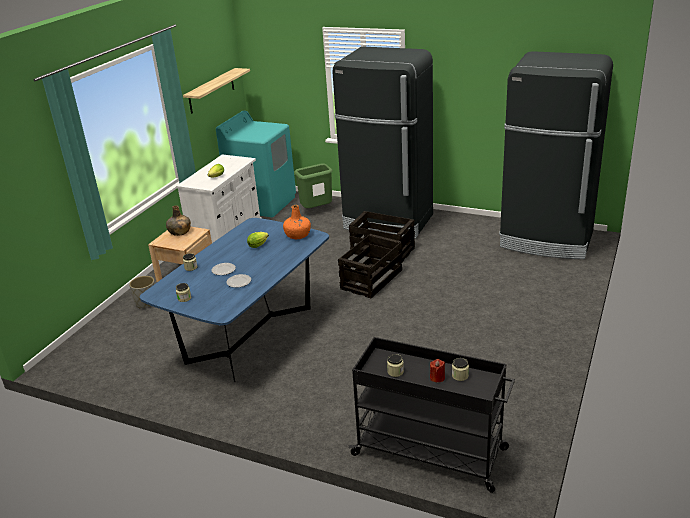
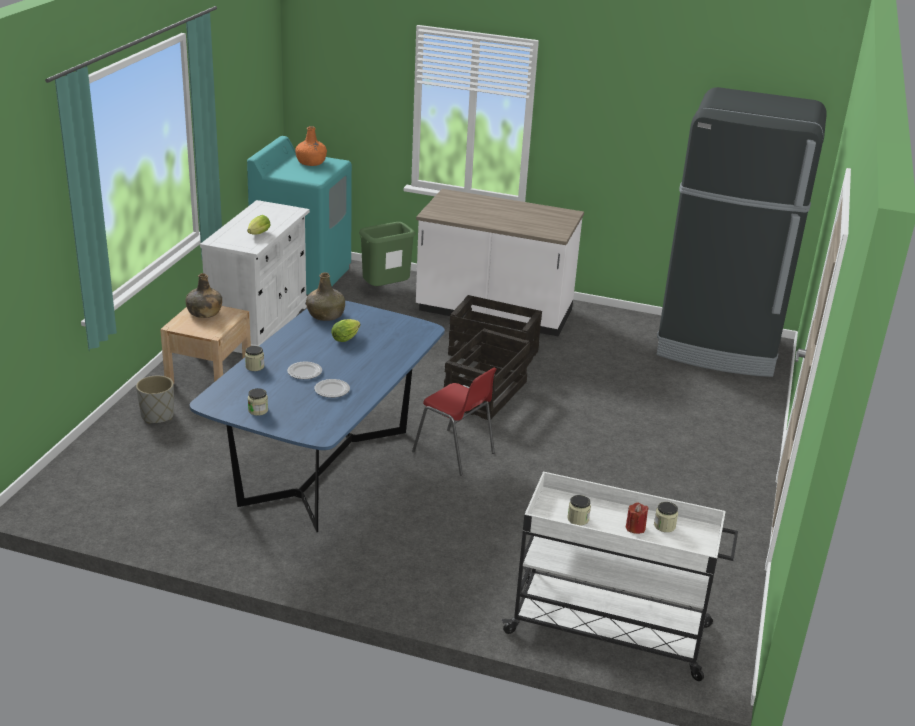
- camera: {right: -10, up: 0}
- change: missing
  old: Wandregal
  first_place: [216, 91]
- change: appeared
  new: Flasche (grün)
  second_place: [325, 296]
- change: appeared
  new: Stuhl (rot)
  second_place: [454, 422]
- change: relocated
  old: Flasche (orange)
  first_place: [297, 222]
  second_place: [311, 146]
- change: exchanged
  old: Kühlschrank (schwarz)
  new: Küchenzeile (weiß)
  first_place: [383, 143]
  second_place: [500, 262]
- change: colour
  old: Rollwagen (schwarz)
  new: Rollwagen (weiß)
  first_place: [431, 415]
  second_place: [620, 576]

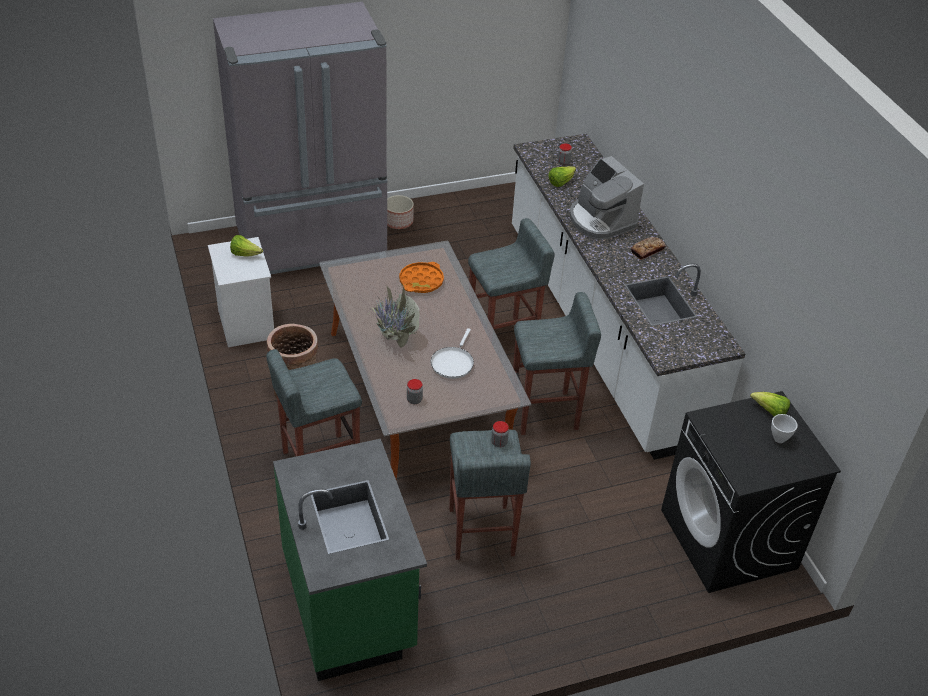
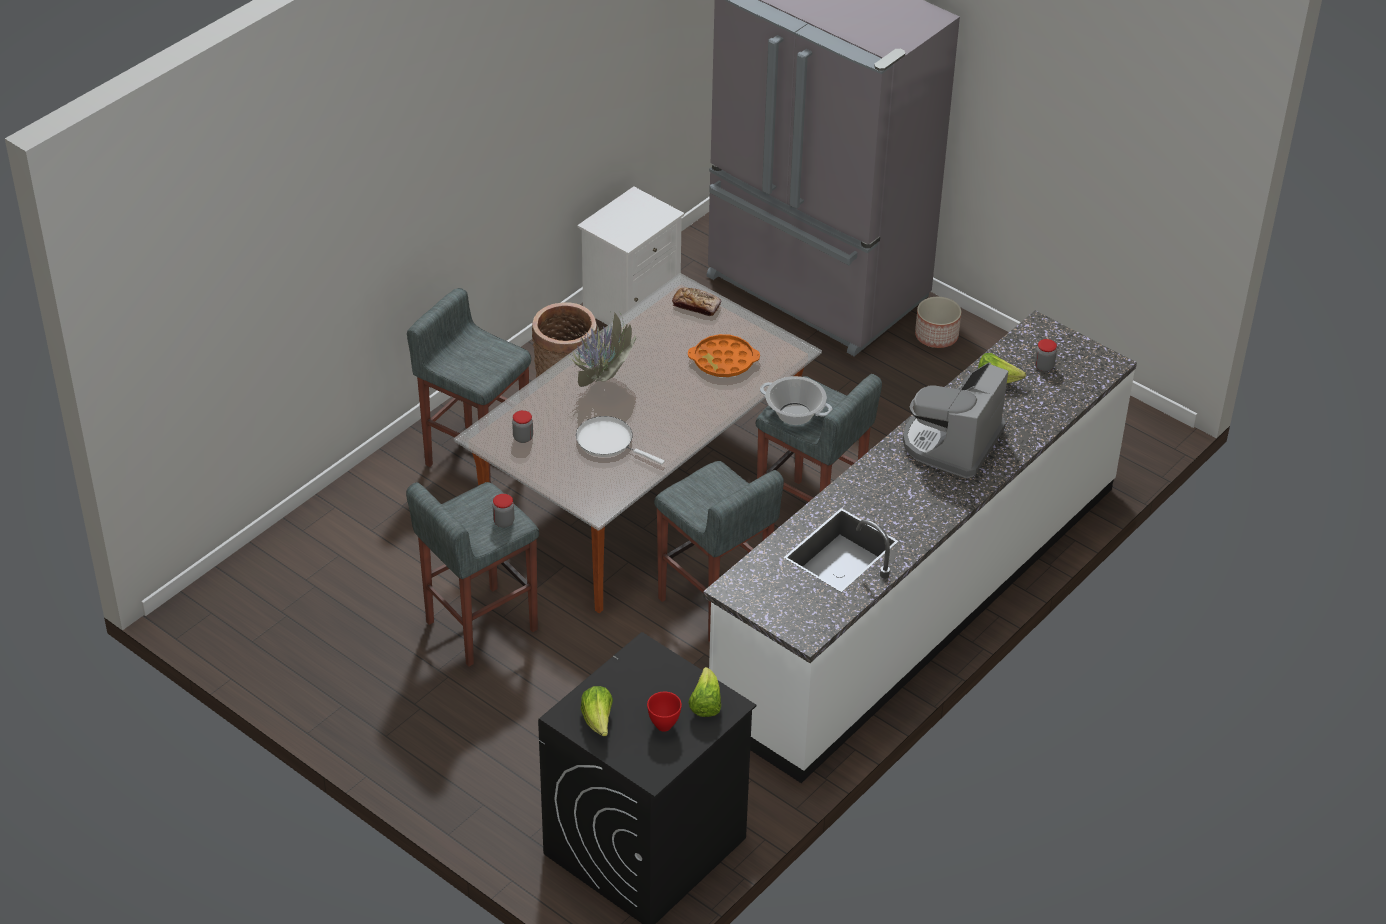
- camera: {right: 60, up: 0}
- change: missing
  old: Küchenzeile (grün)
  first_place: [350, 560]
- change: appeared
  new: Kochtopf
  second_place: [796, 400]
- change: relocated
  old: Salatkopf
  first_place: [246, 245]
  second_place: [597, 711]
- change: relocated
  old: Brot
  first_place: [648, 248]
  second_place: [696, 301]
- change: colour
  old: Schüssel (weiß)
  new: Schüssel (rot)
  first_place: [784, 428]
  second_place: [664, 712]
- change: spun
  old: Pfanne (weiß)
  first_place: [452, 353]
  second_place: [620, 440]
  degrees: 45

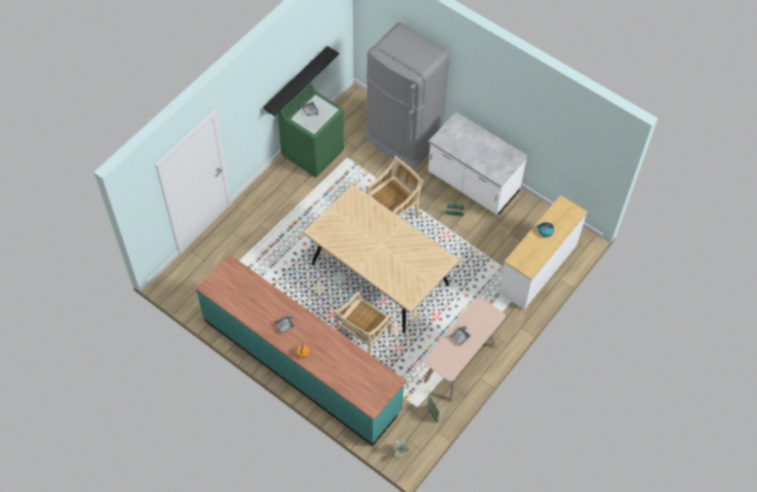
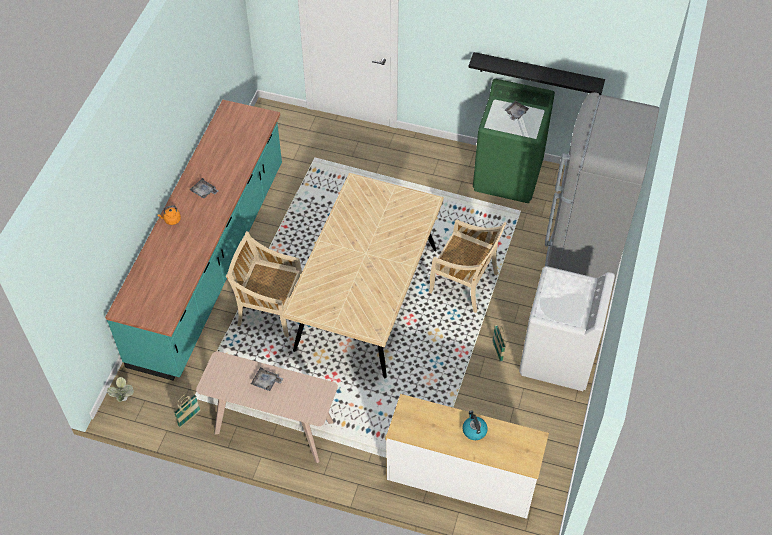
- camera: {right: 70, up: -5}
- change: exchanged
  old: Küchenzeile (weiß)
  new: Waschmaschine (weiß)
  first_place: [478, 163]
  second_place: [567, 328]

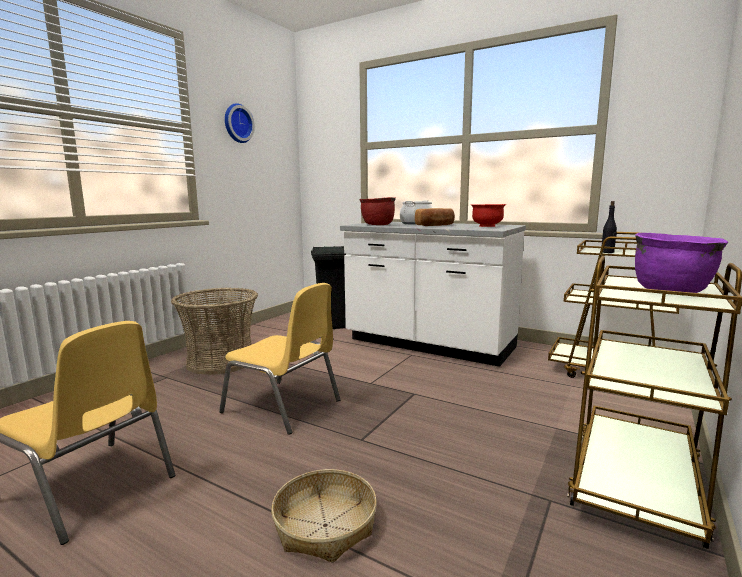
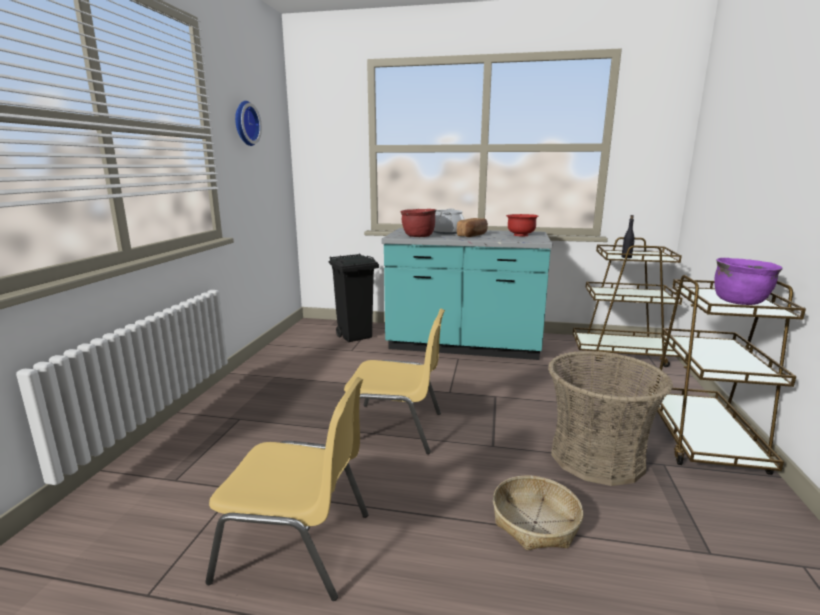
- camera: {right: -20, up: 5}
- change: relocated
  old: Korb
  first_place: [214, 331]
  second_place: [610, 418]
- change: colour
  old: Küchenzeile (weiß)
  new: Küchenzeile (türkis)
  first_place: [433, 294]
  second_place: [466, 294]

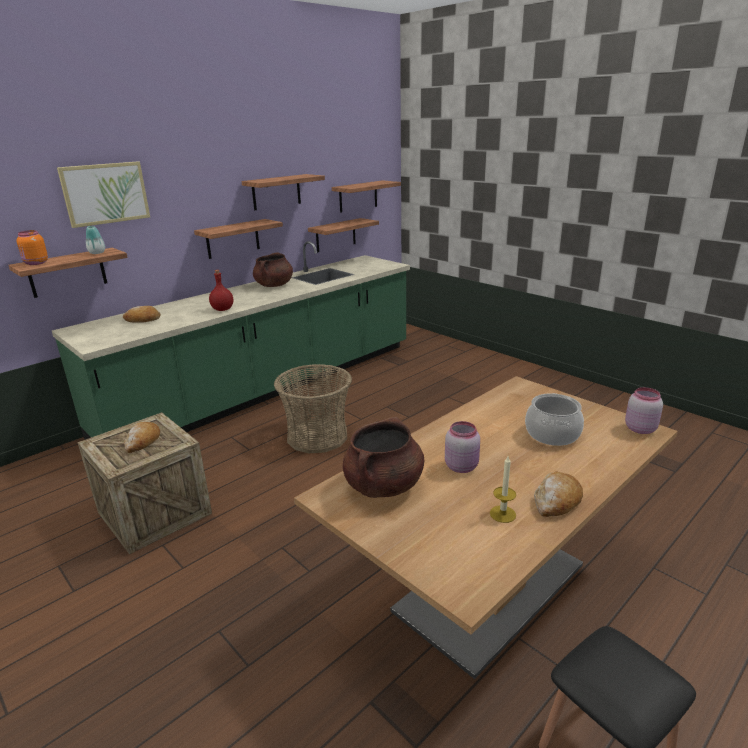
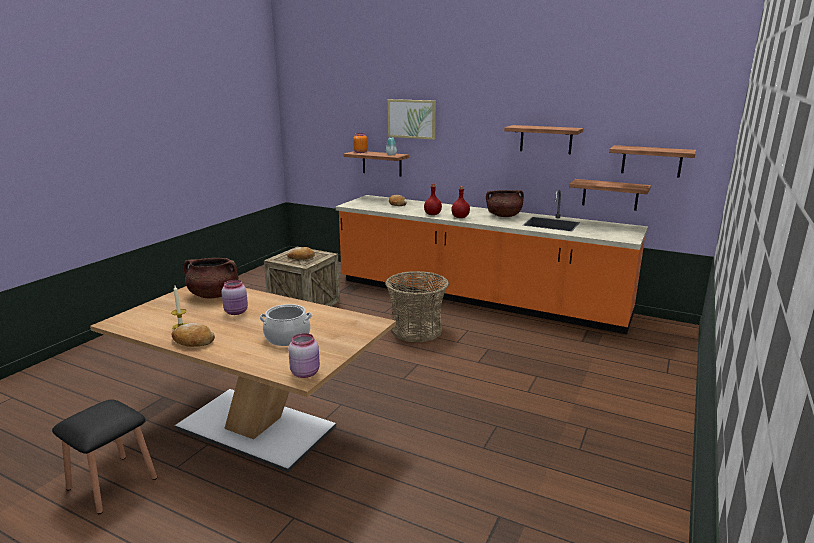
- camera: {right: 70, up: -5}
- change: missing
  old: Wandregal
  first_place: [238, 239]
- change: appeared
  new: Flasche (rot)
  second_place: [460, 202]
- change: colour
  old: Küchenzeile (grün)
  new: Küchenzeile (orange)
  first_place: [231, 340]
  second_place: [492, 262]

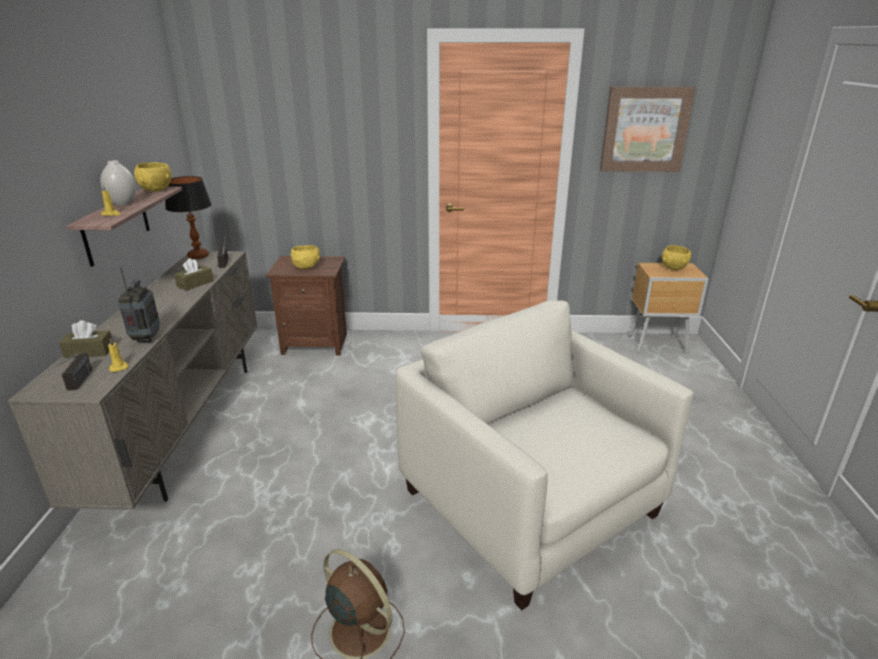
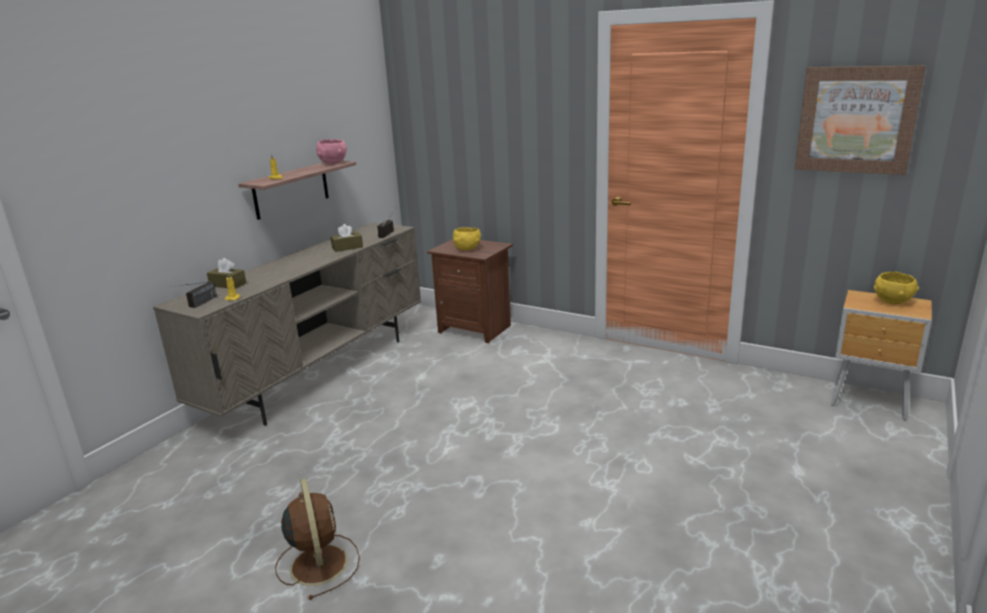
- camera: {right: 30, up: -5}
- change: missing
  old: Vase (weiß)
  first_place: [118, 183]
- change: missing
  old: Radio
  first_place: [139, 305]
- change: missing
  old: Tischlampe
  first_place: [188, 217]
- change: missing
  old: Sessel (beige)
  first_place: [544, 455]
- change: colour
  old: Schüssel (gelb)
  new: Schüssel (rosa)
  first_place: [153, 176]
  second_place: [331, 151]

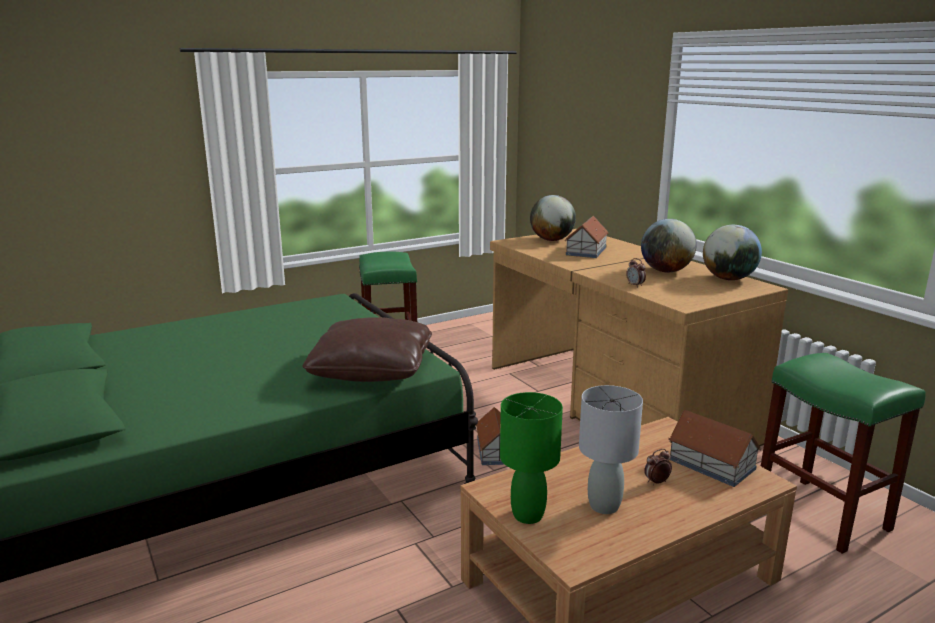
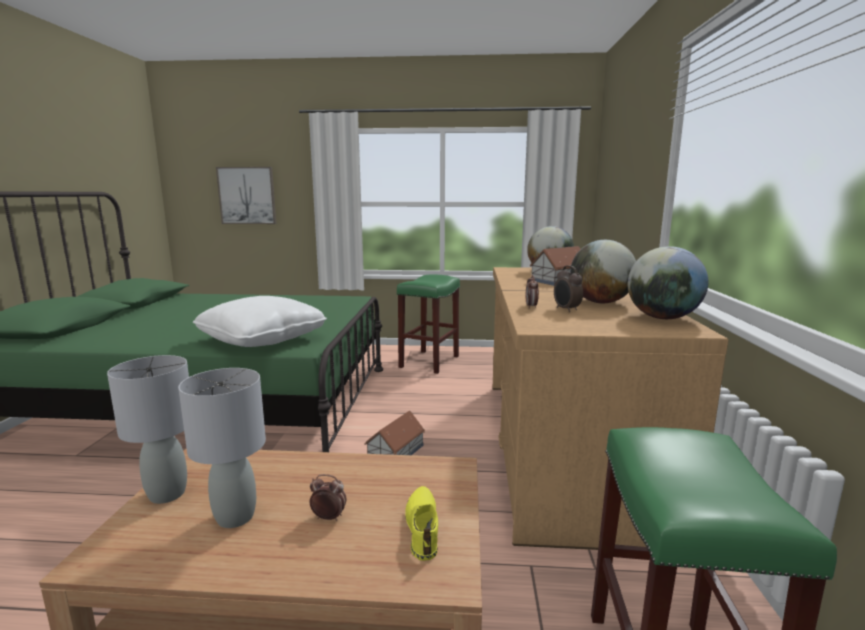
- camera: {right: 35, up: -5}
- change: appeared
  new: Bild
  second_place: [246, 195]
- change: appeared
  new: Wecker
  second_place: [568, 288]
- change: exchanged
  old: Spielzeughaus
  new: Schuh (gelb)
  first_place: [715, 448]
  second_place: [421, 523]
- change: colour
  old: Kissen (braun)
  new: Kissen (weiß)
  first_place: [367, 349]
  second_place: [260, 321]
- change: colour
  old: Tischlampe (grün)
  new: Tischlampe (grau)
  first_place: [531, 458]
  second_place: [148, 429]

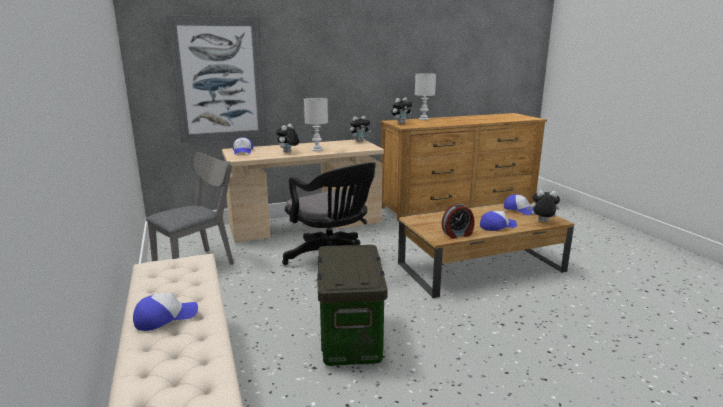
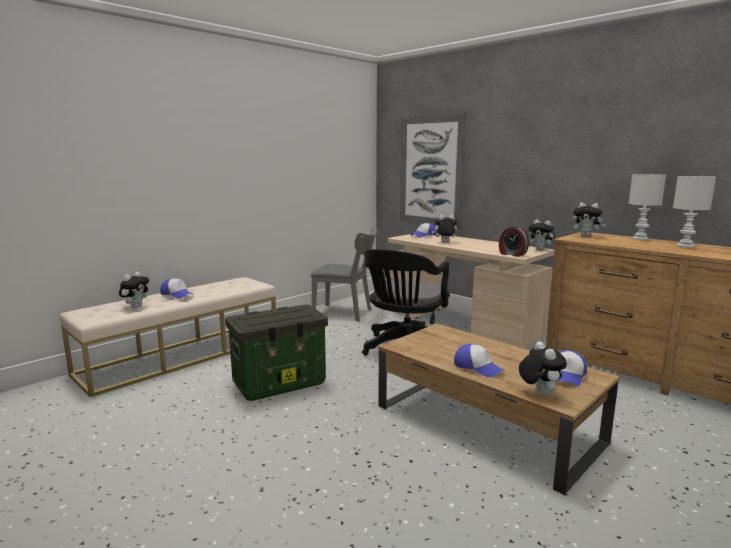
- camera: {right: 65, up: -5}
- change: appeared
  new: Plüschtier
  second_place: [134, 290]
- change: relocated
  old: Tischlampe (weiß)
  first_place: [316, 124]
  second_place: [694, 212]
- change: relocated
  old: Wecker
  first_place: [458, 221]
  second_place: [514, 241]

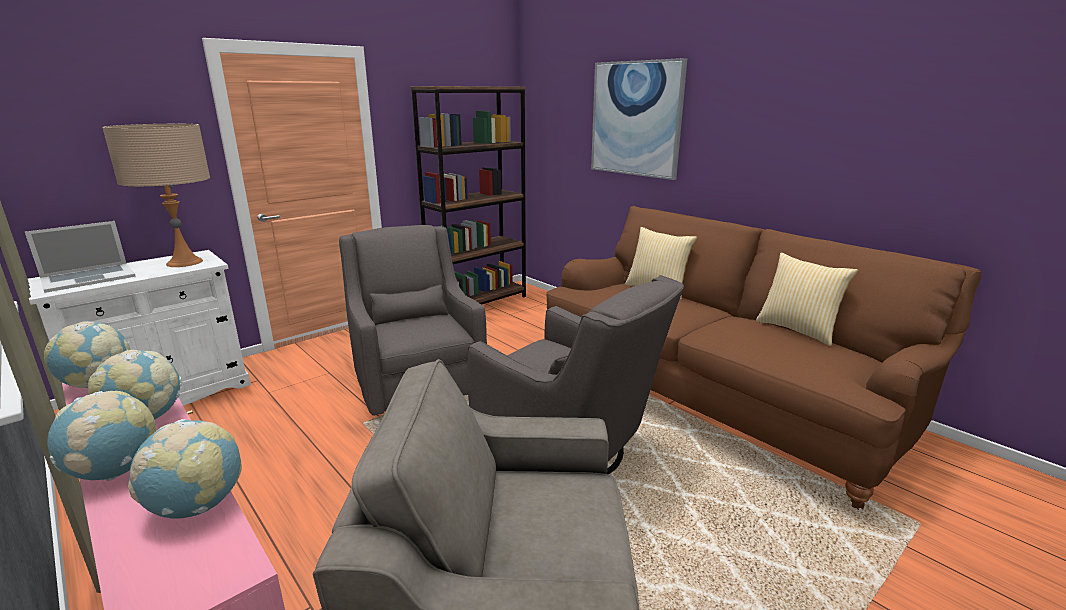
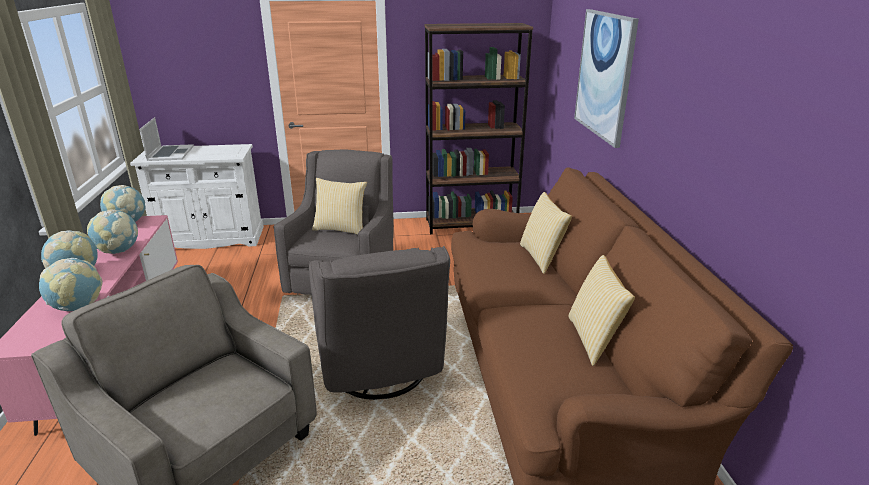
- camera: {right: 35, up: 5}
- change: missing
  old: Tischlampe (beige)
  first_place: [156, 195]
- change: appeared
  new: Kissen
  second_place: [339, 206]
- change: spun
  old: Laptop
  first_place: [80, 257]
  second_place: [166, 139]
  degrees: -90

